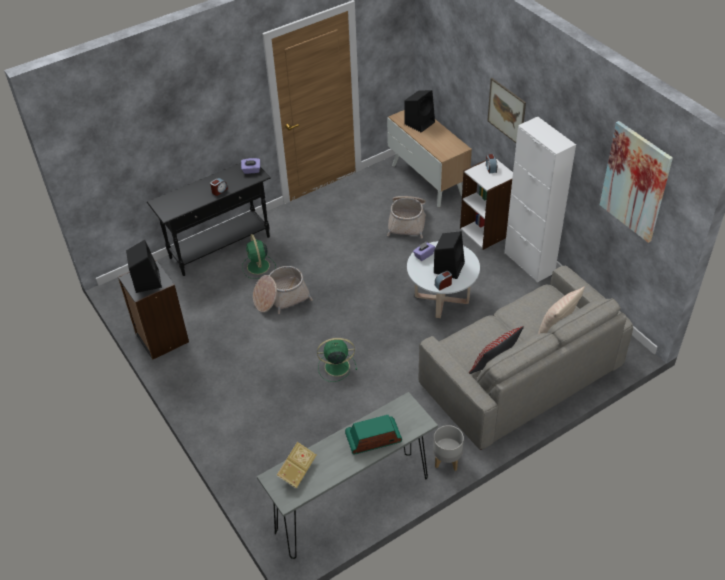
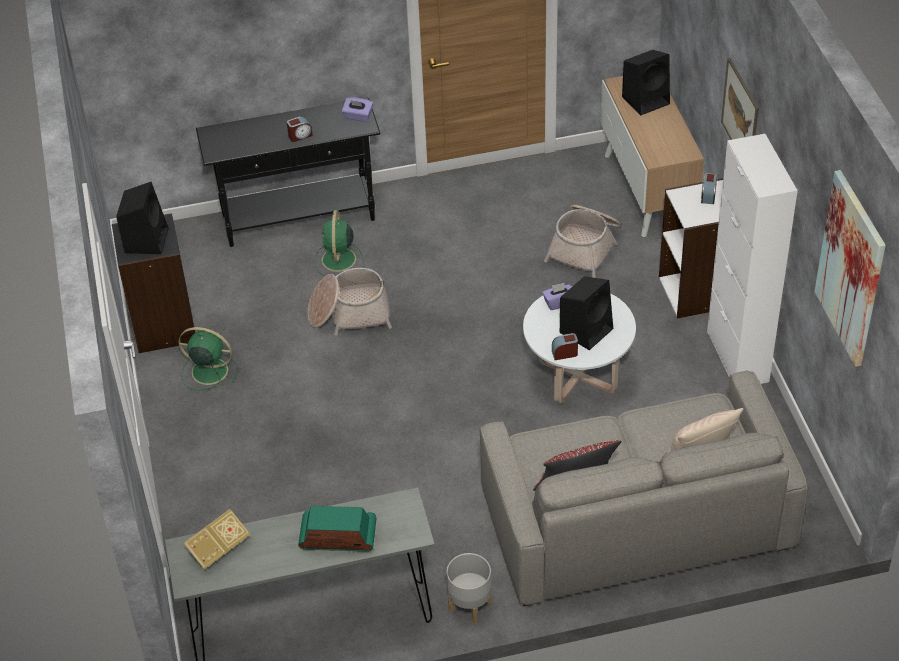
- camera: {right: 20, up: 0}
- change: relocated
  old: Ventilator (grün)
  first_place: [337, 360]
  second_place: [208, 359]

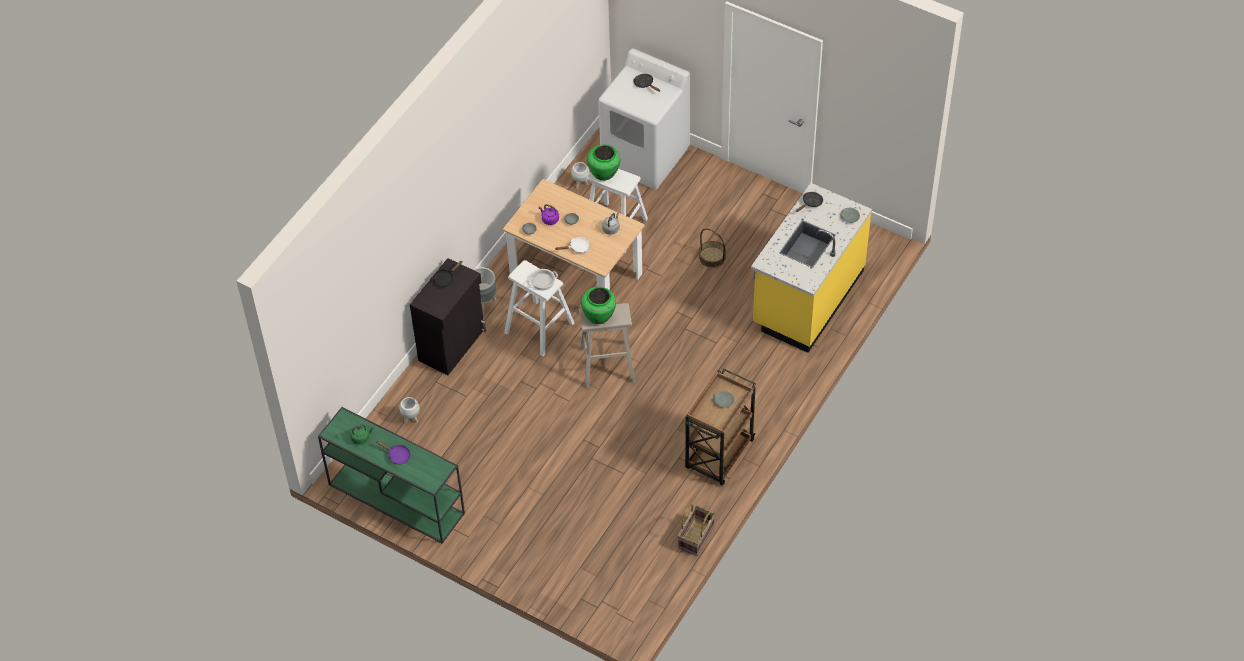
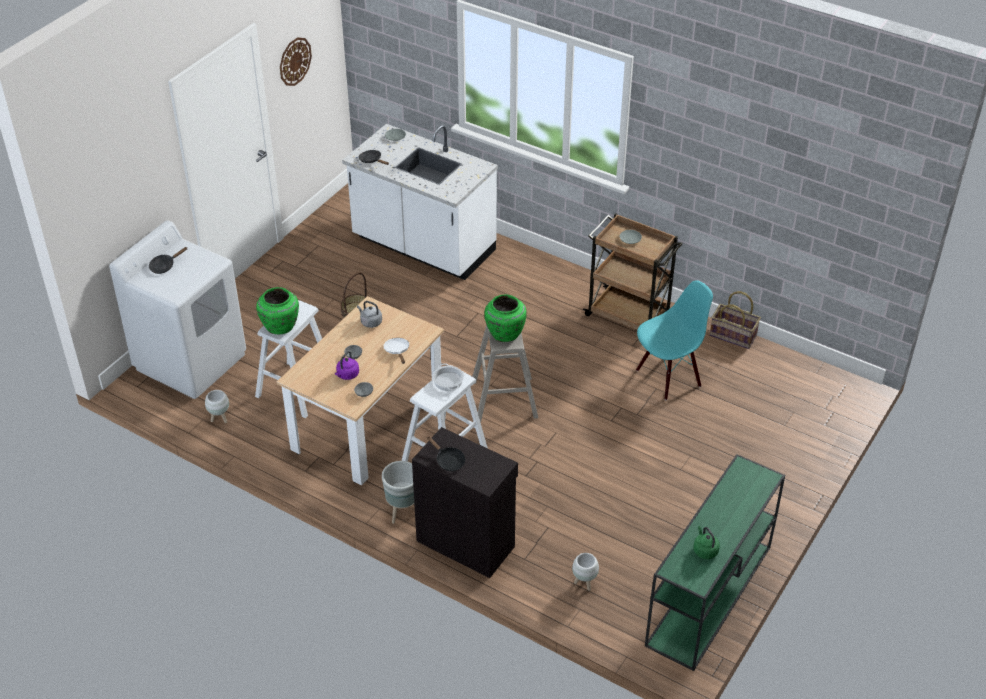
- camera: {right: -90, up: -10}
- change: missing
  old: Pfanne (lila)
  first_place: [393, 452]
- change: appeared
  new: Wanduhr
  second_place: [296, 61]
- change: appeared
  new: Stuhl (türkis)
  second_place: [674, 340]
- change: colour
  old: Küchenzeile (gelb)
  new: Küchenzeile (weiß)
  first_place: [811, 268]
  second_place: [420, 202]

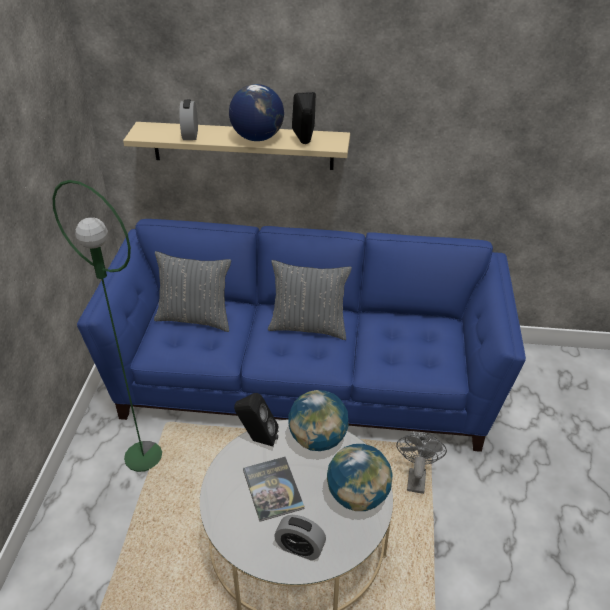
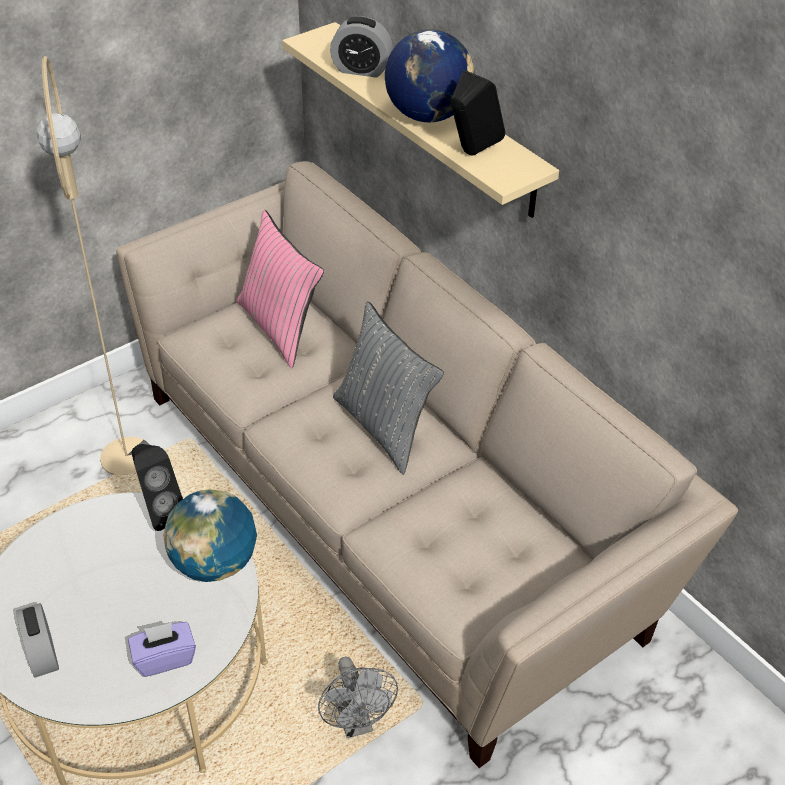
- camera: {right: 45, up: 5}
- change: missing
  old: Buch
  first_place: [274, 489]
- change: exchanged
  old: Globus
  new: Taschentuchbox (lila)
  first_place: [360, 477]
  second_place: [162, 649]
- change: colour
  old: Stehlampe (grün)
  new: Stehlampe (beige)
  first_place: [107, 326]
  second_place: [93, 265]
- change: colour
  old: Sofa (blau)
  new: Sofa (beige)
  first_place: [301, 335]
  second_place: [427, 464]
- change: colour
  old: Kissen (grau)
  new: Kissen (rosa)
  first_place: [192, 291]
  second_place: [280, 289]
- change: spun
  old: Wecker
  first_place: [188, 119]
  second_place: [361, 47]
  degrees: -120
- change: spun
  old: Ventilator (grau)
  first_place: [421, 463]
  second_place: [358, 697]
  degrees: 105

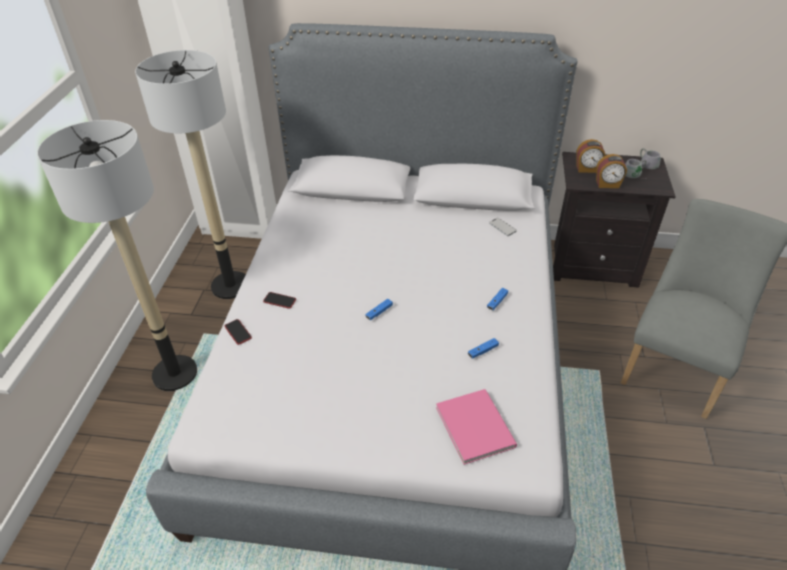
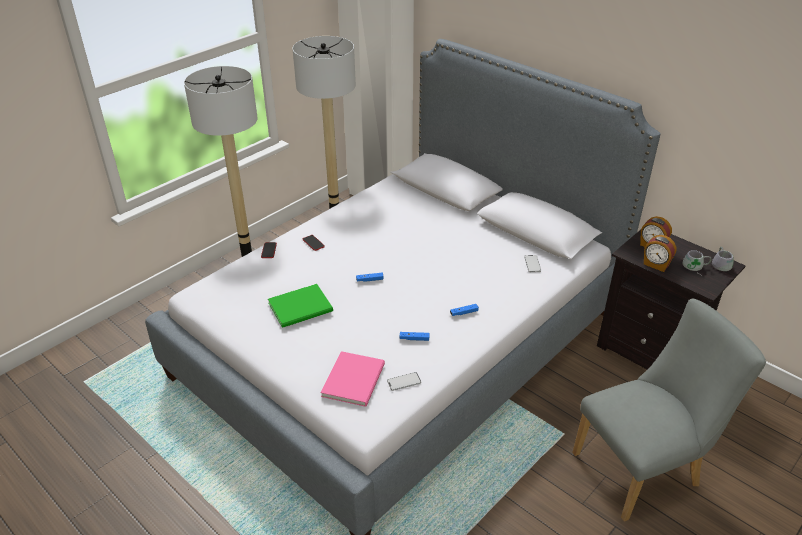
- camera: {right: 35, up: -5}
- change: appeared
  new: Buch (grün)
  second_place: [300, 306]
- change: appeared
  new: Handy
  second_place: [404, 381]

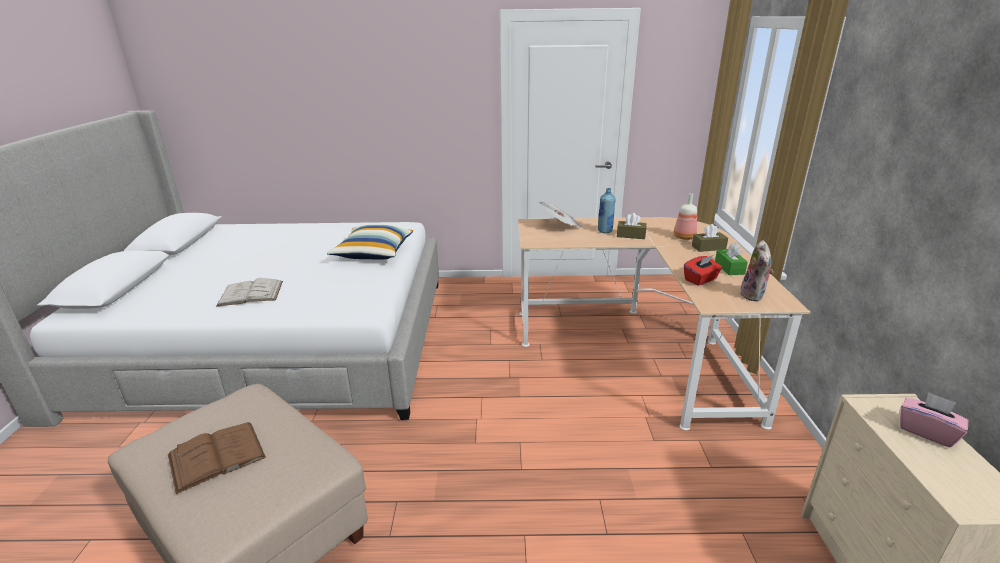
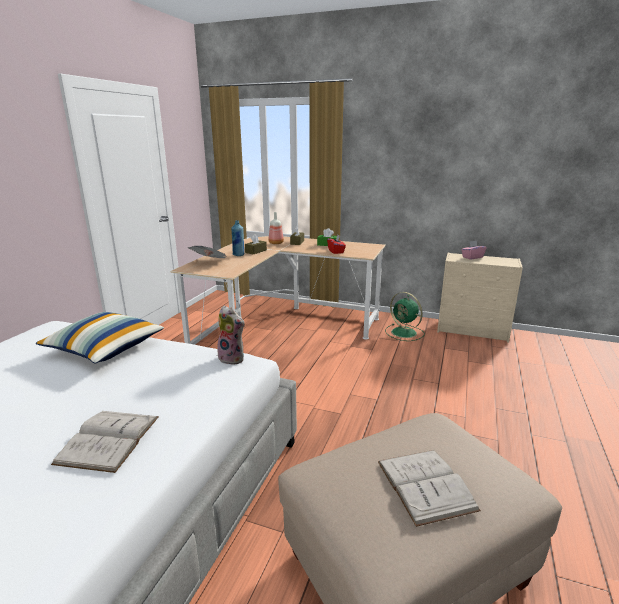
- camera: {right: -70, up: -5}
- change: appeared
  new: Ventilator (grün)
  second_place: [404, 316]
- change: relocated
  old: Plüschtier
  first_place: [757, 270]
  second_place: [231, 335]
- change: colour
  old: Buch (braun)
  new: Buch (weiß)
  first_place: [217, 458]
  second_place: [429, 488]

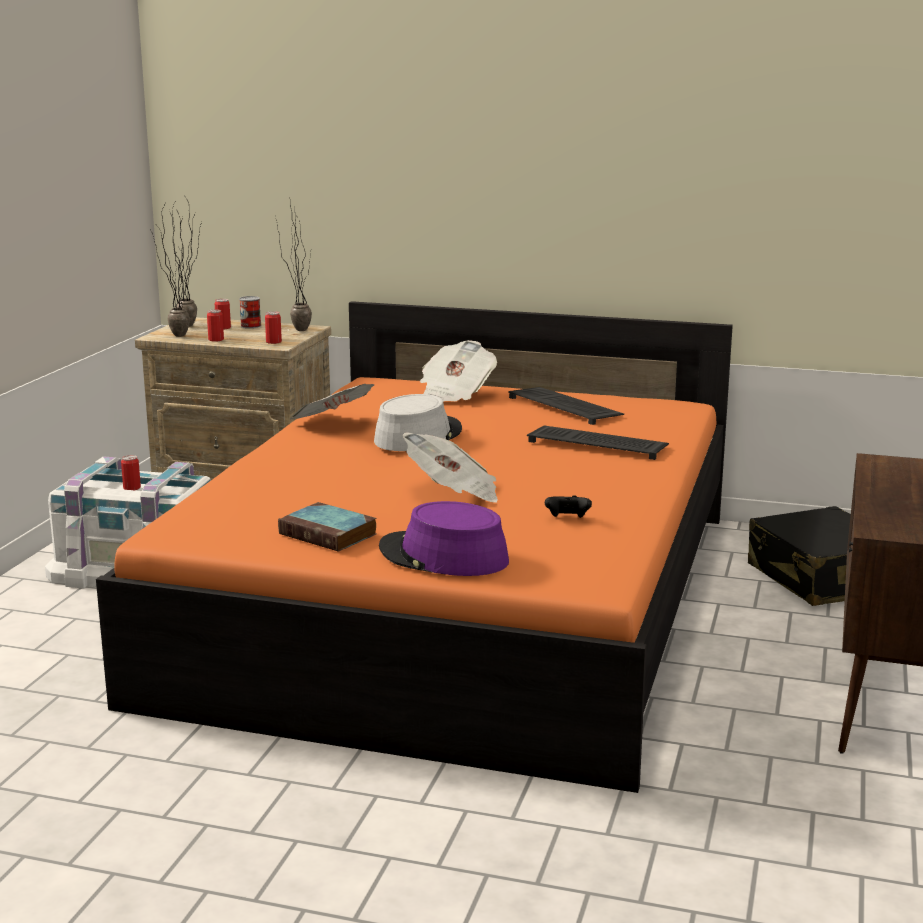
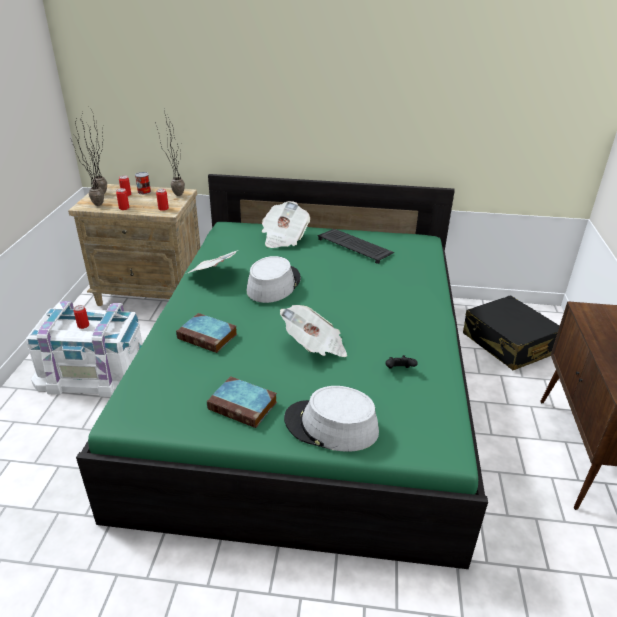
- camera: {right: -10, up: 15}
- change: missing
  old: Tastatur
  first_place: [598, 442]
- change: appeared
  new: Buch
  second_place: [206, 333]
- change: colour
  old: Bett (orange)
  new: Bett (grün)
  first_place: [414, 547]
  second_place: [282, 371]
- change: colour
  old: Hut (lila)
  new: Hut (grau)
  first_place: [444, 538]
  second_place: [331, 419]

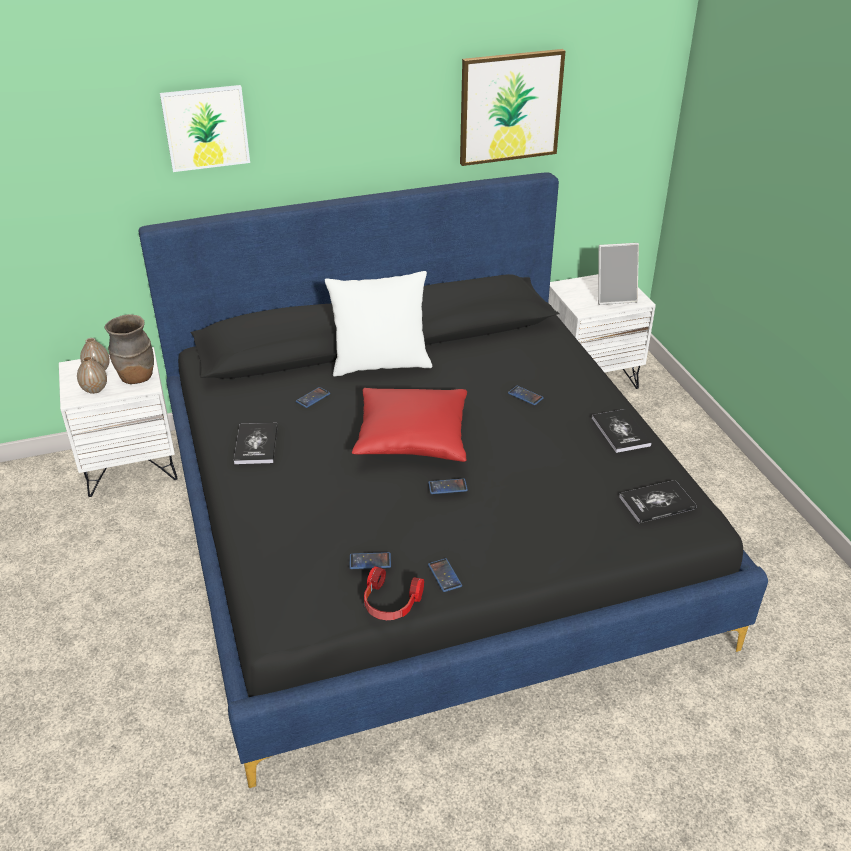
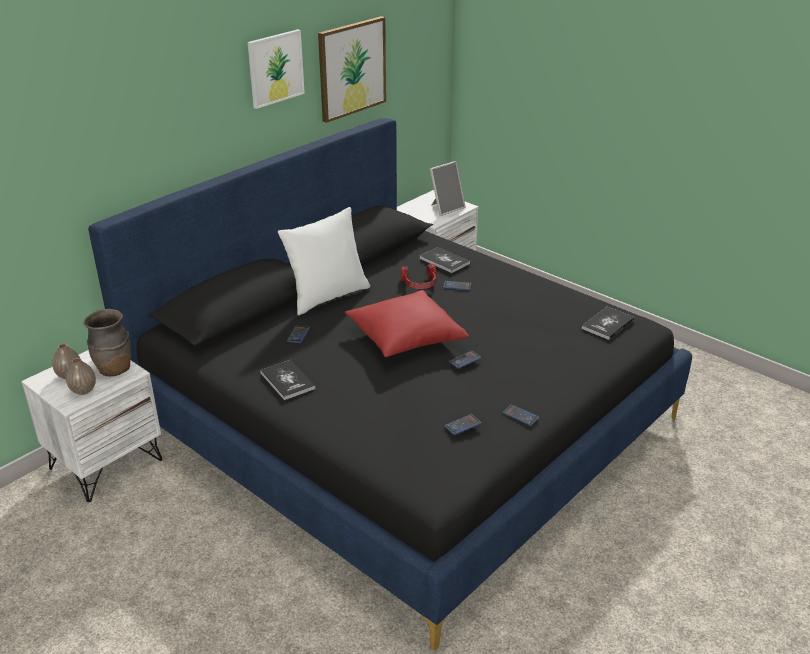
- camera: {right: -30, up: -5}
- change: relocated
  old: Bild
  first_place: [205, 128]
  second_place: [276, 69]
- change: relocated
  old: Kopfhörer
  first_place: [394, 593]
  second_place: [419, 276]
- change: relocated
  old: Buch
  first_place: [621, 431]
  second_place: [445, 260]

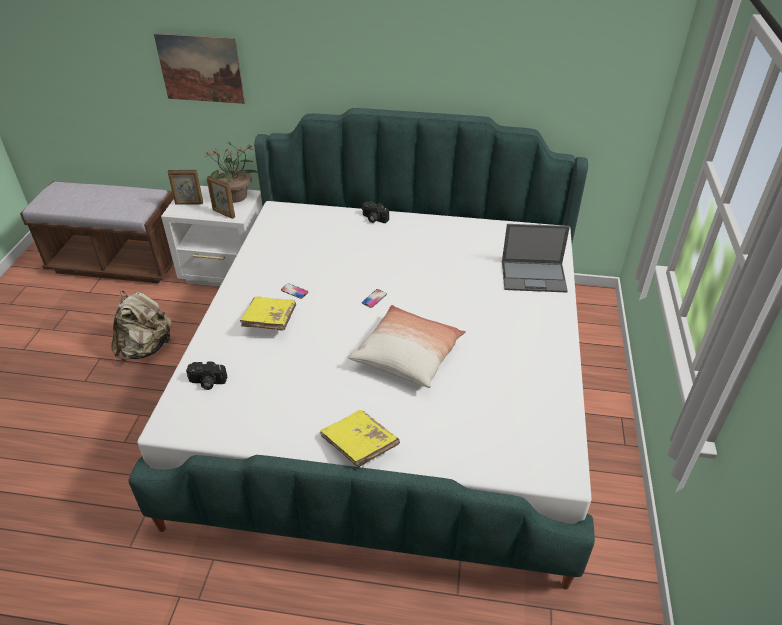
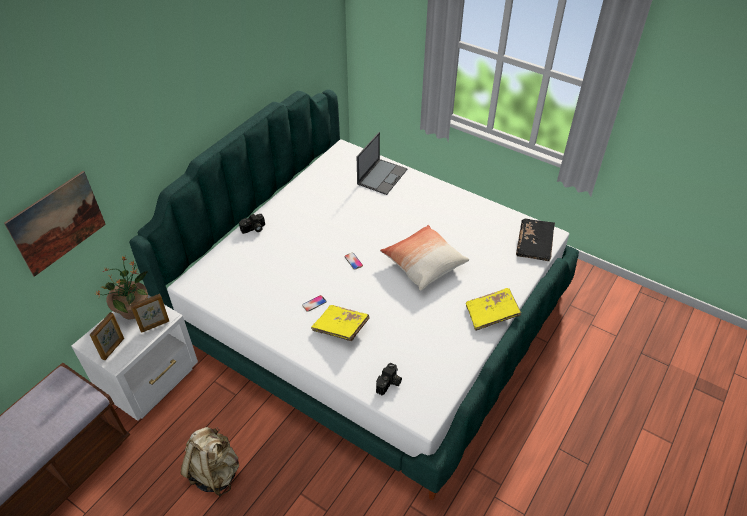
- camera: {right: -65, up: 5}
- change: appeared
  new: Buch (schwarz)
  second_place: [535, 240]

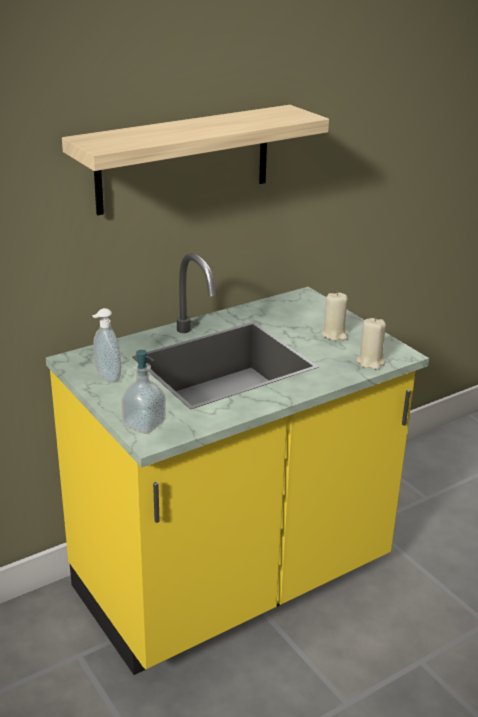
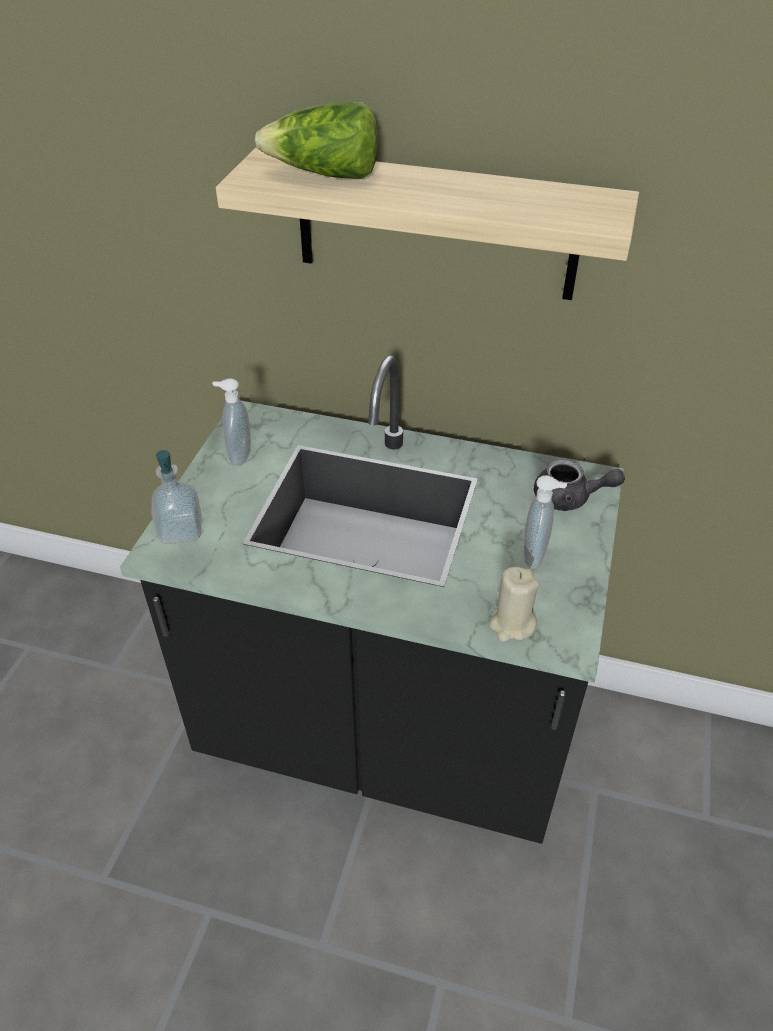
- camera: {right: 50, up: 15}
- change: appeared
  new: Salatkopf
  second_place: [316, 140]
- change: appeared
  new: Teekanne (grau)
  second_place: [579, 485]
- change: exchanged
  old: Kerze (beige)
  new: Seifenspender
  first_place: [334, 316]
  second_place: [545, 521]
- change: colour
  old: Küchenzeile (gelb)
  new: Küchenzeile (schwarz)
  first_place: [237, 464]
  second_place: [372, 600]

